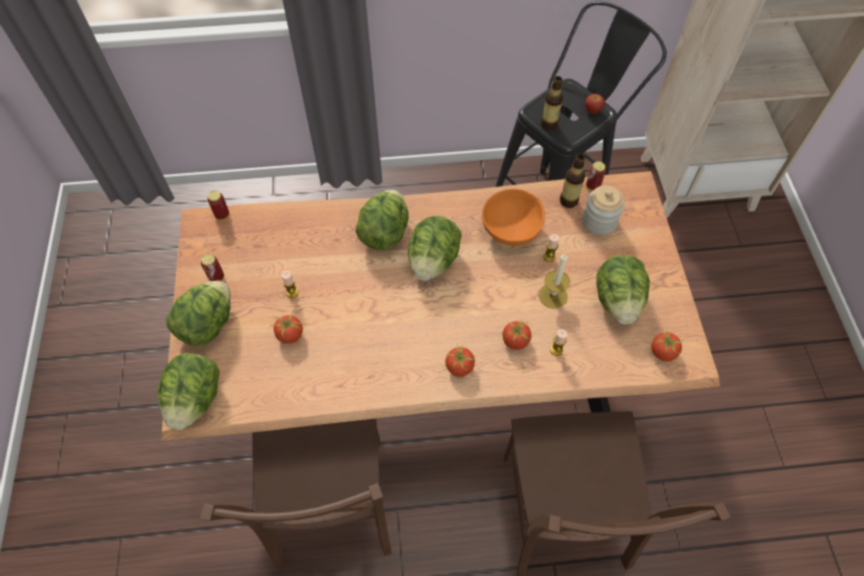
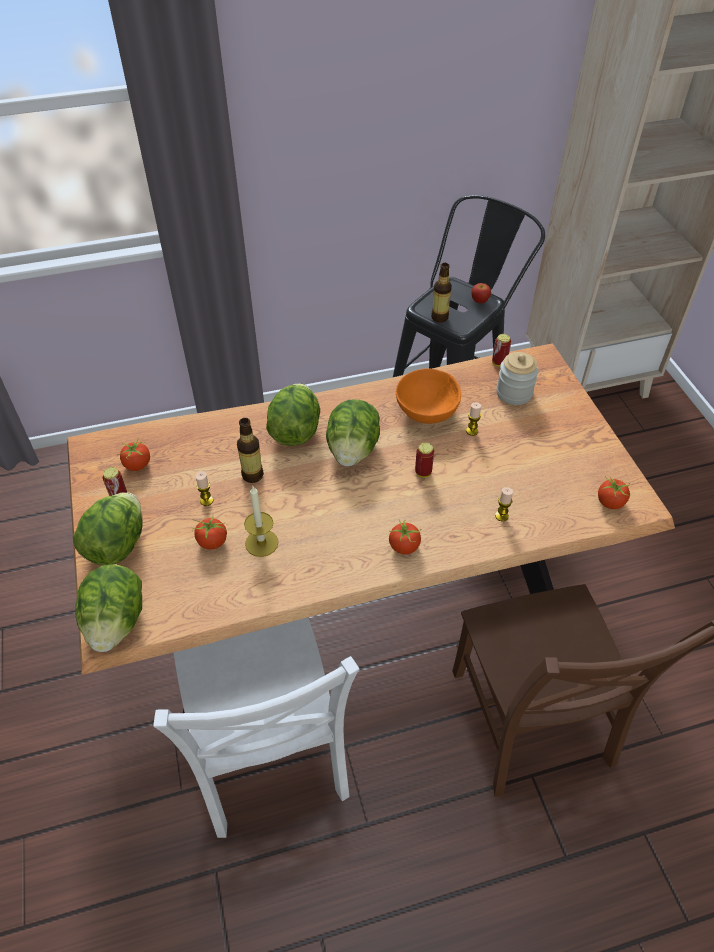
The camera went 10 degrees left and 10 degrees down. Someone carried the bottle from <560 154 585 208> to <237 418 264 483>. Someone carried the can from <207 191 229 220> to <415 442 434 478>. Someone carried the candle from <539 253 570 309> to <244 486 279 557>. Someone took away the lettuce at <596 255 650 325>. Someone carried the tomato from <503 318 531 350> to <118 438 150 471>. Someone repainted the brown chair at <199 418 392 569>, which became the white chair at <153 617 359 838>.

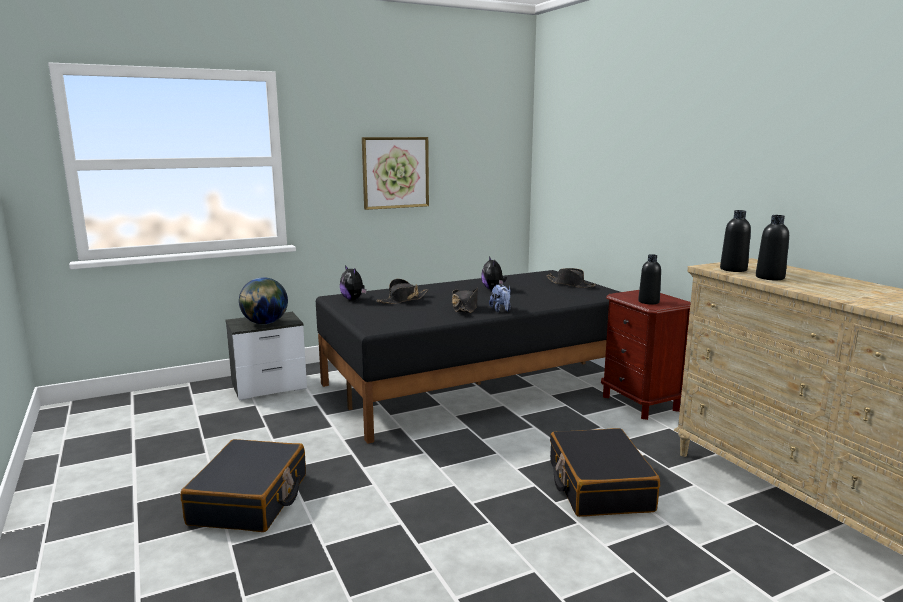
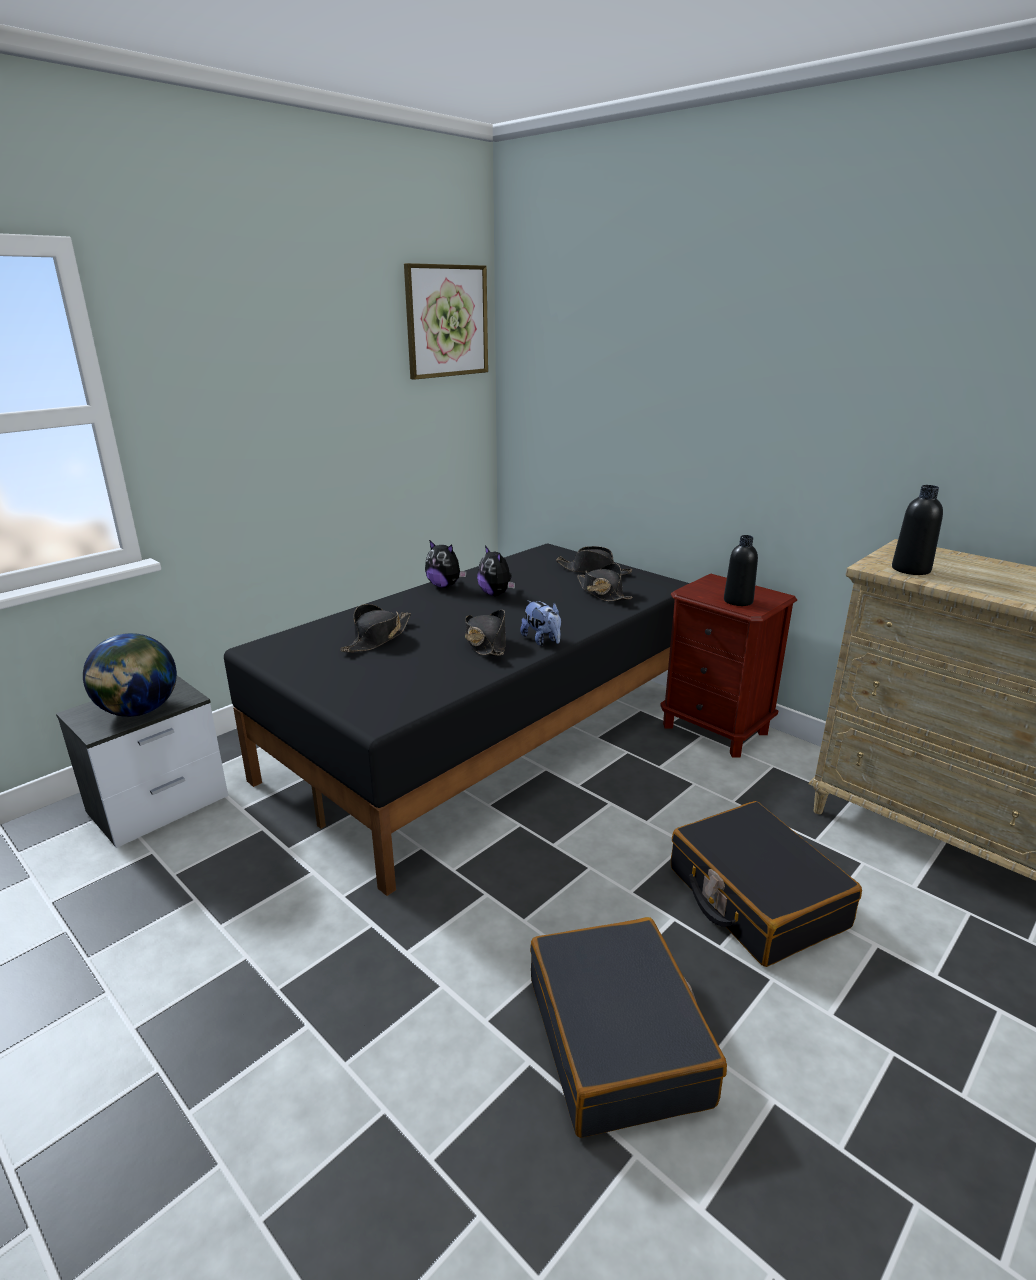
The camera went 20 degrees left and 10 degrees up. Someone carried the picture from <362 137 429 210> to <404 263 488 380>. Someone took away the black bottle at <756 215 789 280>. Someone carried the plush toy from <340 265 367 300> to <425 540 467 588>. Someone carried the black suitcase from <180 439 306 532> to <530 917 727 1138>. Someone put down the black hat at <577 563 632 602>.

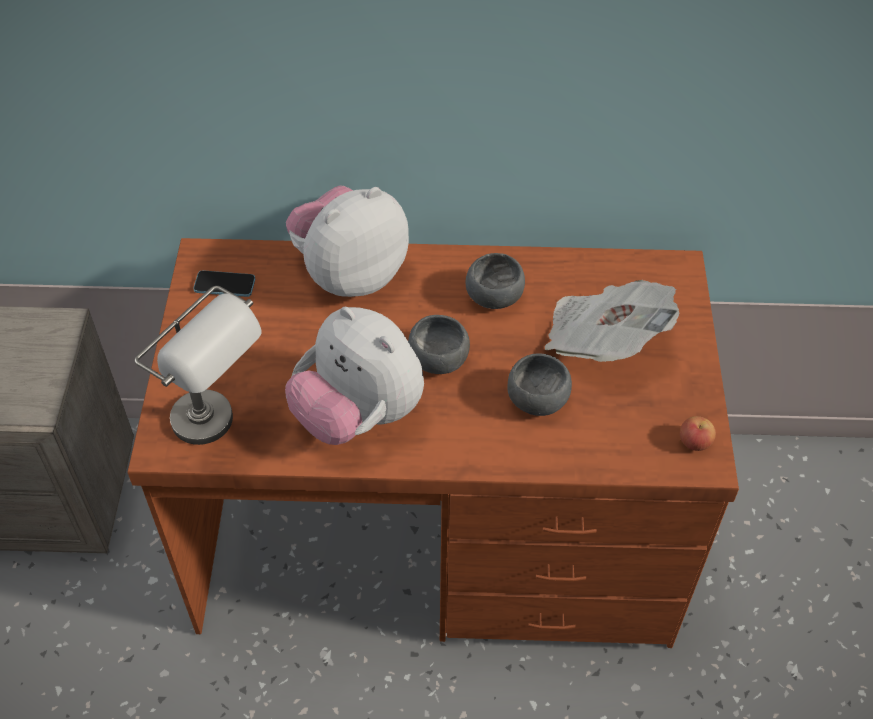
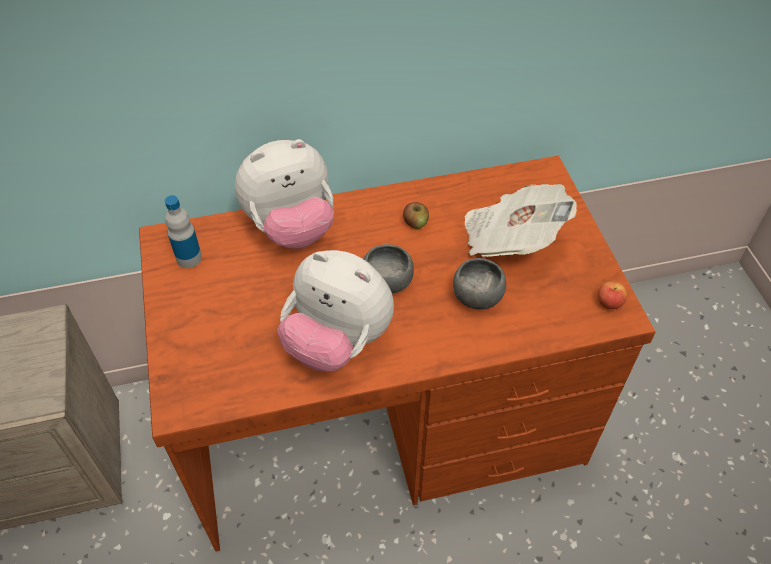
The camera went 15 degrees left and 0 degrees up. Someone rotated the plush toy at <286 185 409 297> by 150 degrees counterclockwise. Someone swapped the grey bowl at <466 253 525 309> for the apple at <403 202 429 229>. Someone swapped the phone at <193 270 255 297> for the bottle at <165 195 202 268>. Someone took away the grey table lamp at <135 286 262 445>.

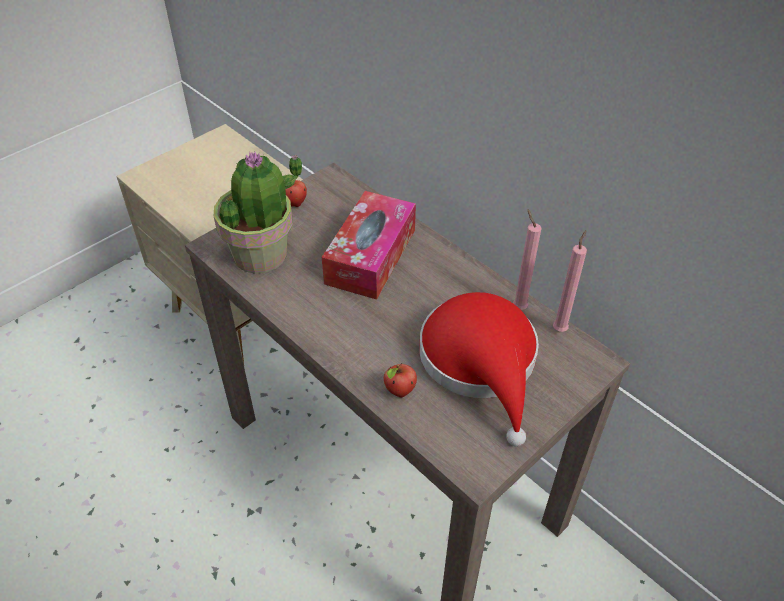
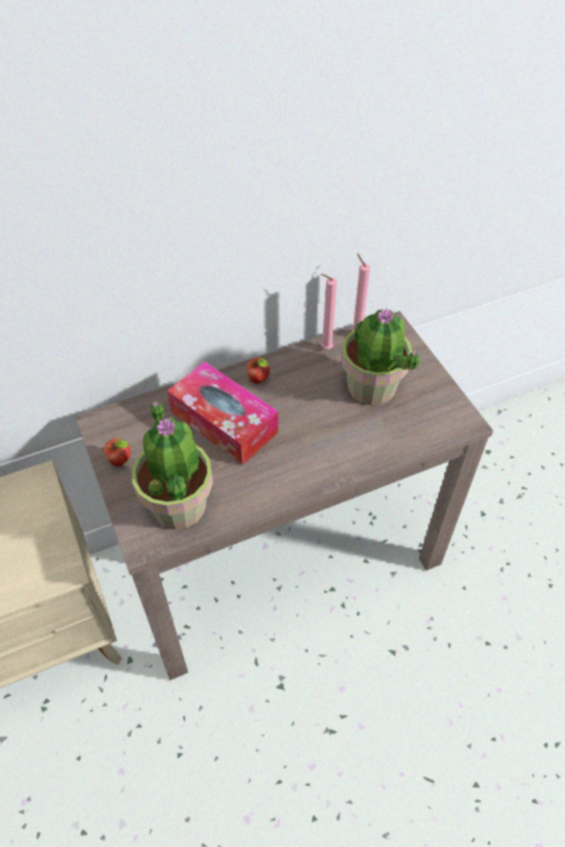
The camera went 70 degrees left and 5 degrees up. Someone swapped the red hat at <419 292 539 447> for the potted plant at <341 308 420 405>. Someone carried the apple from <384 363 417 398> to <246 357 270 384>.

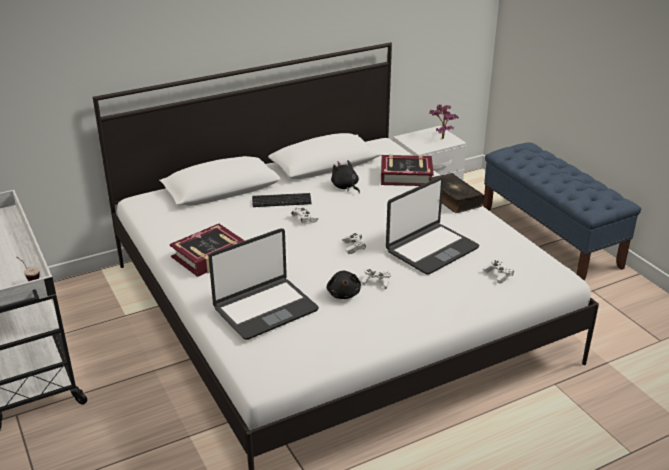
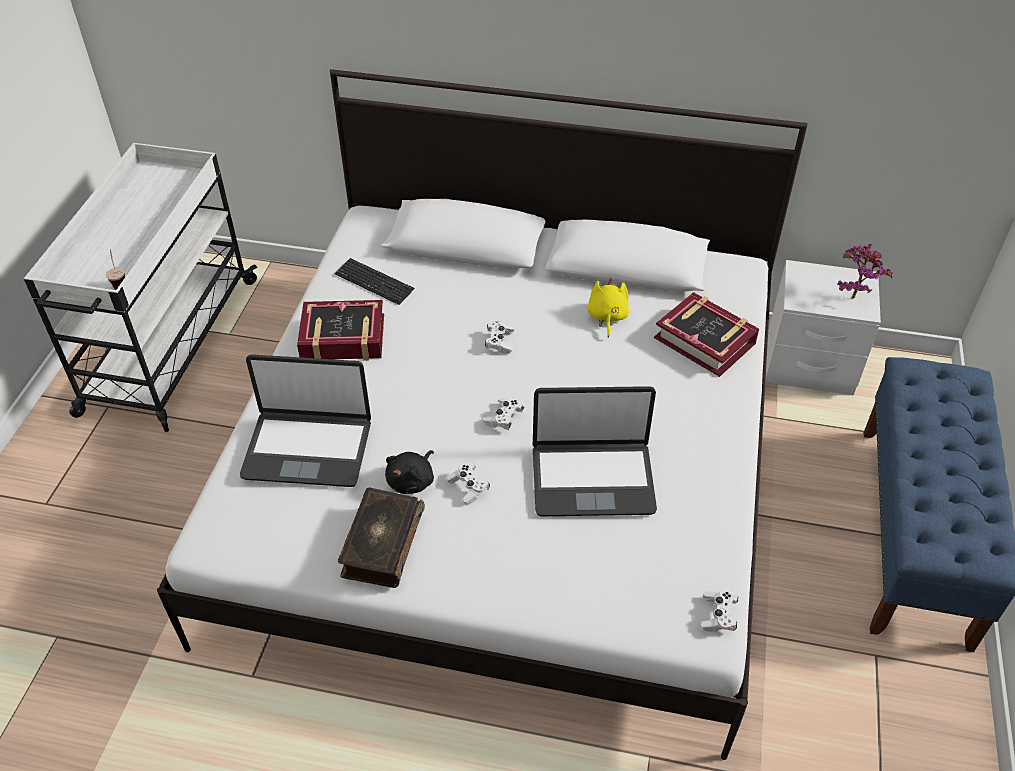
The camera went 40 degrees right and 15 degrees up. Someone repainted the black plush toy at <331 160 360 193>, which became the yellow plush toy at <587 278 629 338>. Someone carried the book from <428 173 485 213> to <338 487 425 588>. Someone carried the keyboard from <252 193 312 207> to <335 258 414 305>. Someone carried the white game controller from <483 259 514 284> to <701 589 738 632>.

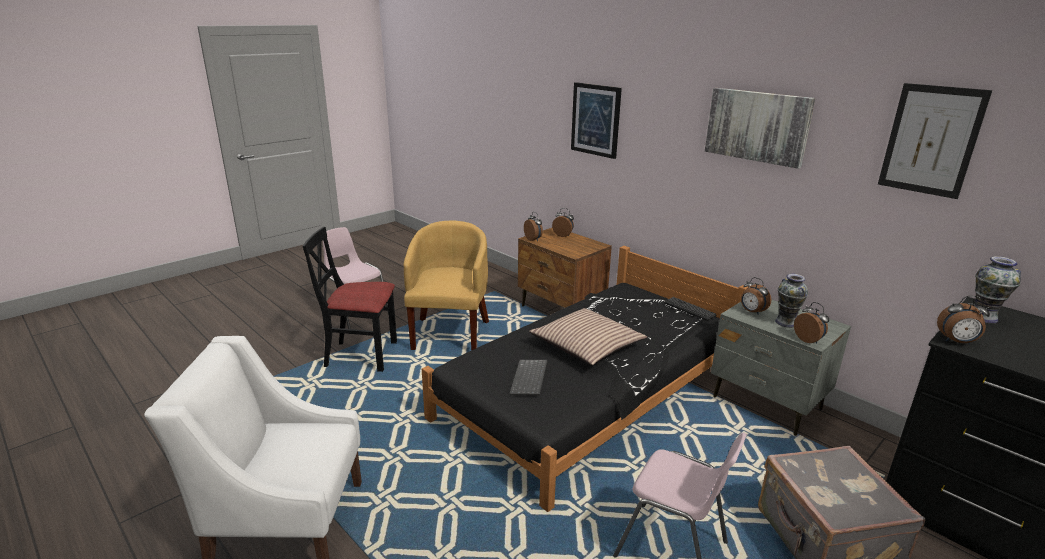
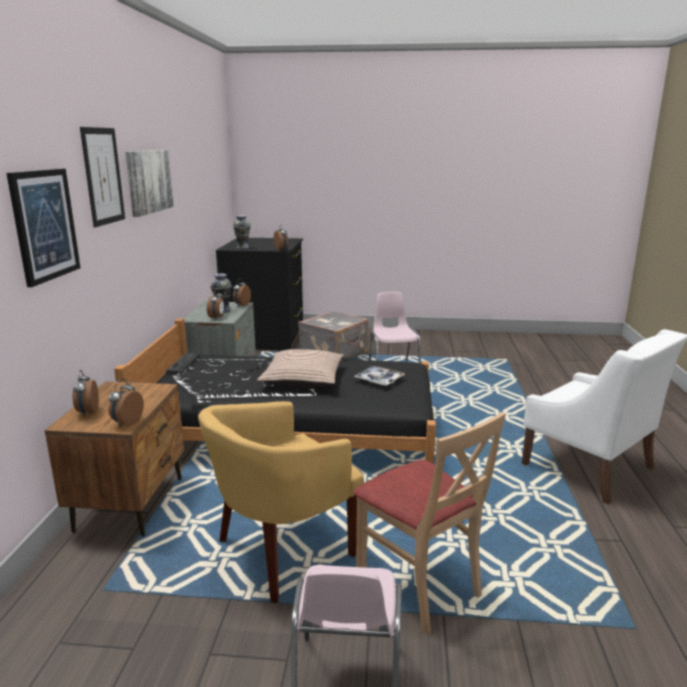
The camera went 130 degrees left and 5 degrees down. Someone carried the picture from <878 83 992 199> to <80 127 125 227>. Someone repainted the black chair at <303 227 397 372>, which became the beige chair at <354 412 506 635>. Someone swapped the keyboard at <509 360 548 396> for the tray at <354 366 405 386>.

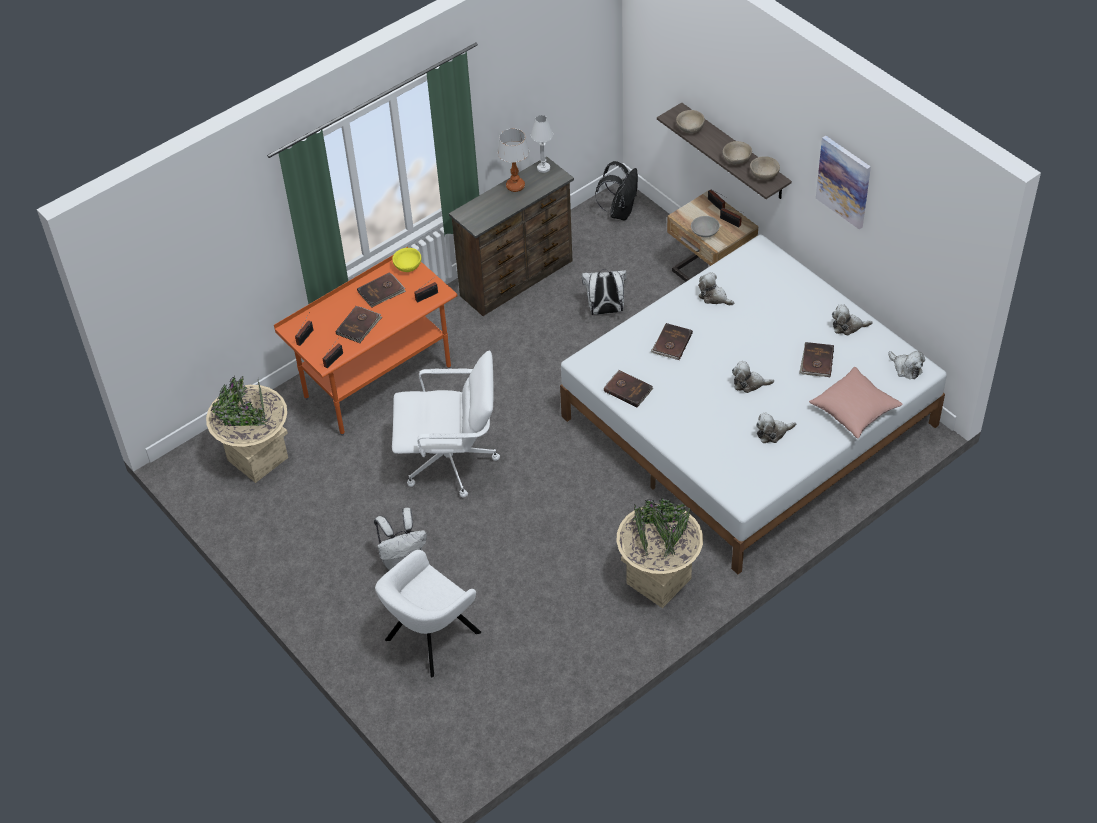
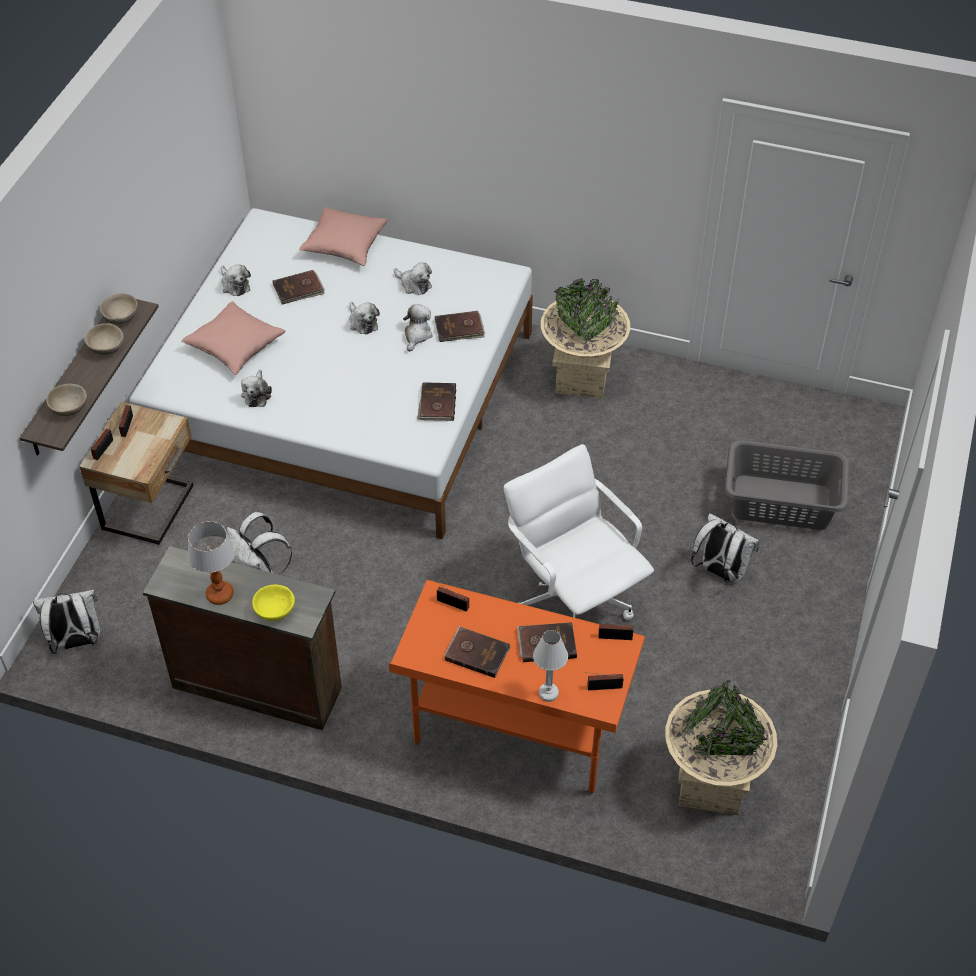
The camera went 125 degrees left and 0 degrees up. Someone carried the white table lamp from <531 115 553 173> to <533 630 568 702>. Someone took away the picture at <816 136 871 229>. Someone repainted the black backpack at <595 161 638 221>, which became the white backpack at <33 590 100 654>. Someone took away the grey bowl at <691 216 720 238>. Someone carried the yellow bowl from <392 248 421 272> to <252 585 295 621>. Someone carried the brown book from <651 323 693 360> to <435 311 485 342>. Someone carried the plush toy from <889 351 925 379> to <403 304 432 352>. Someone swapped the white armchair at <375 550 481 677> for the grey laundry basket at <725 440 849 530>. Someone put down the pink pillow at <181 301 286 375>.

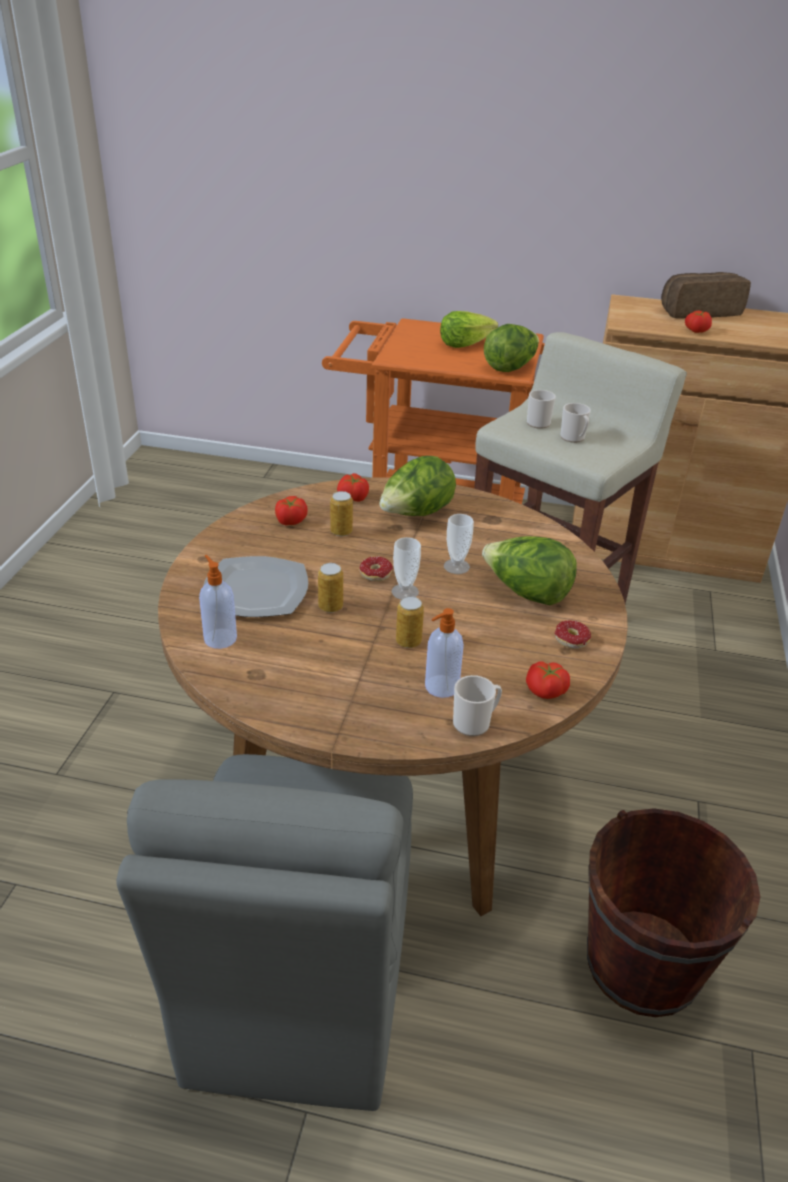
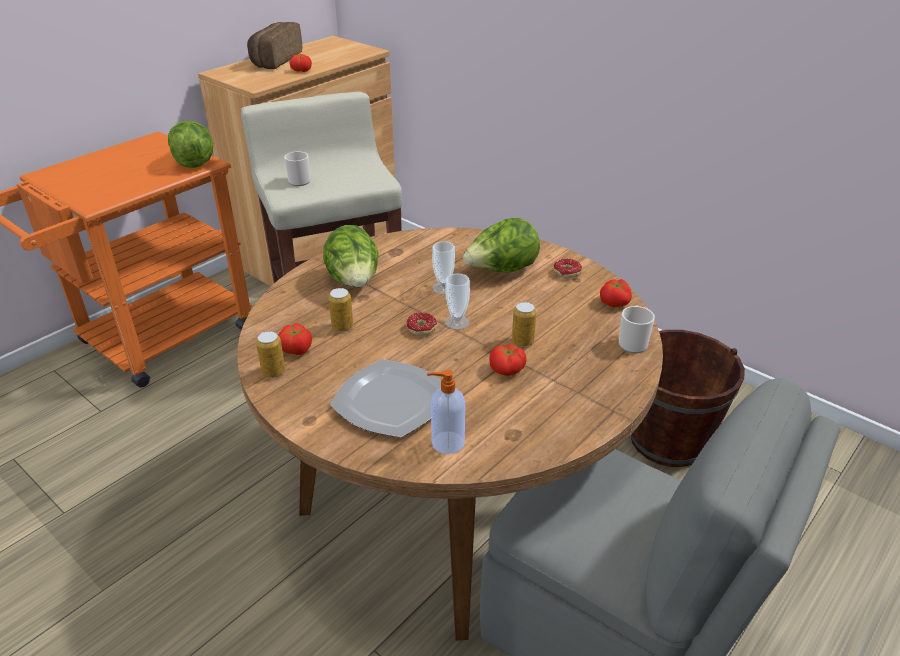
The camera went 60 degrees left and 0 degrees up. Someone took away the lettuce at <440 311 498 348>. Someone took away the mug at <560 403 591 443>. Someone carried the tomato from <337 473 369 502> to <489 344 527 376>. Someone carried the can from <318 563 343 613> to <256 331 285 378>. Someone took away the soap dispenser at <425 608 464 698>.

